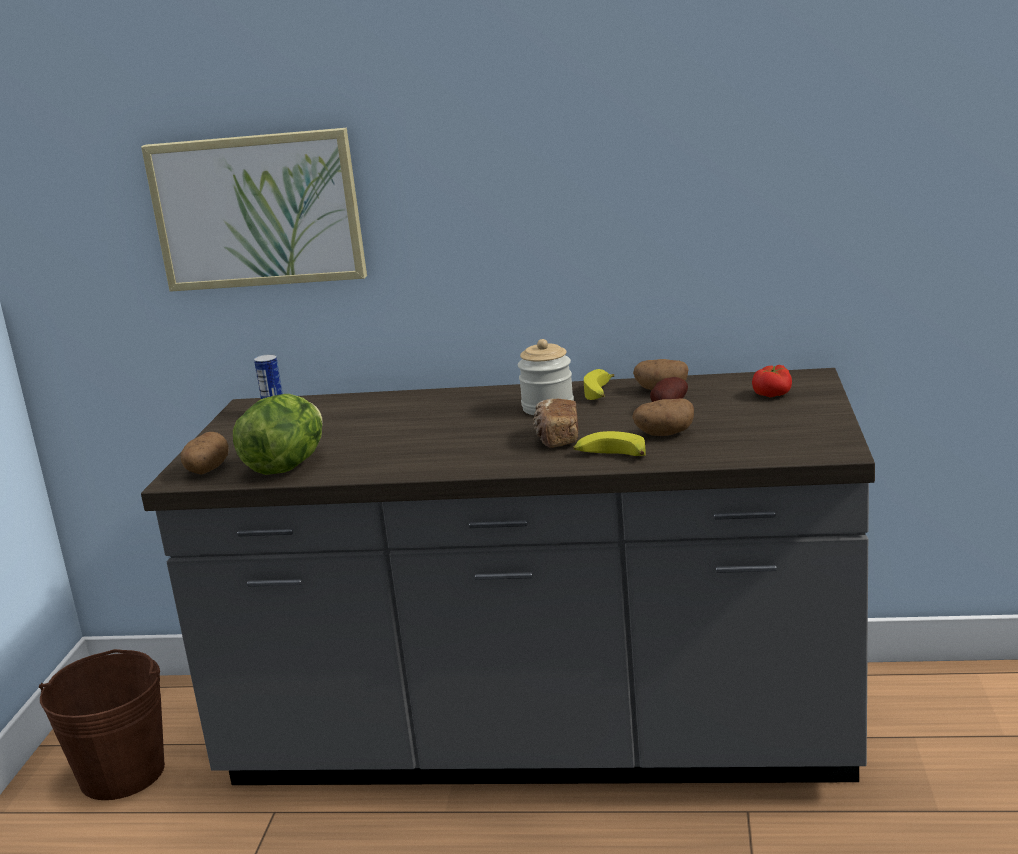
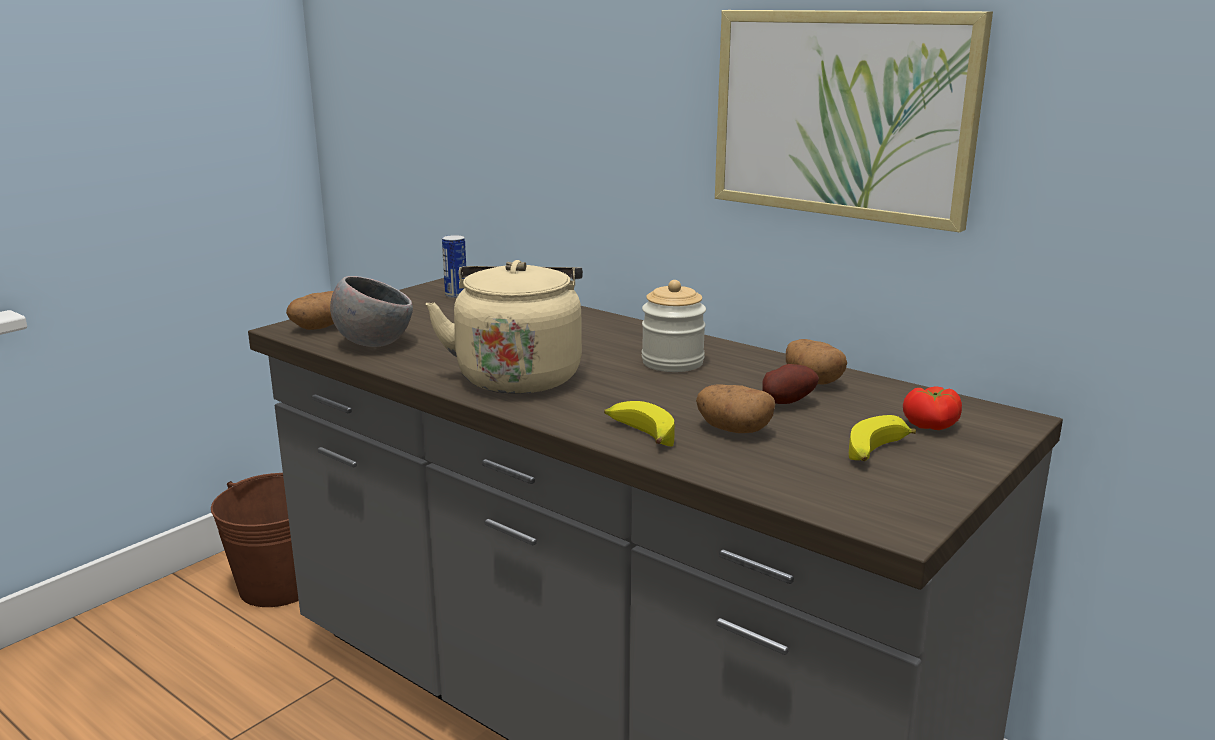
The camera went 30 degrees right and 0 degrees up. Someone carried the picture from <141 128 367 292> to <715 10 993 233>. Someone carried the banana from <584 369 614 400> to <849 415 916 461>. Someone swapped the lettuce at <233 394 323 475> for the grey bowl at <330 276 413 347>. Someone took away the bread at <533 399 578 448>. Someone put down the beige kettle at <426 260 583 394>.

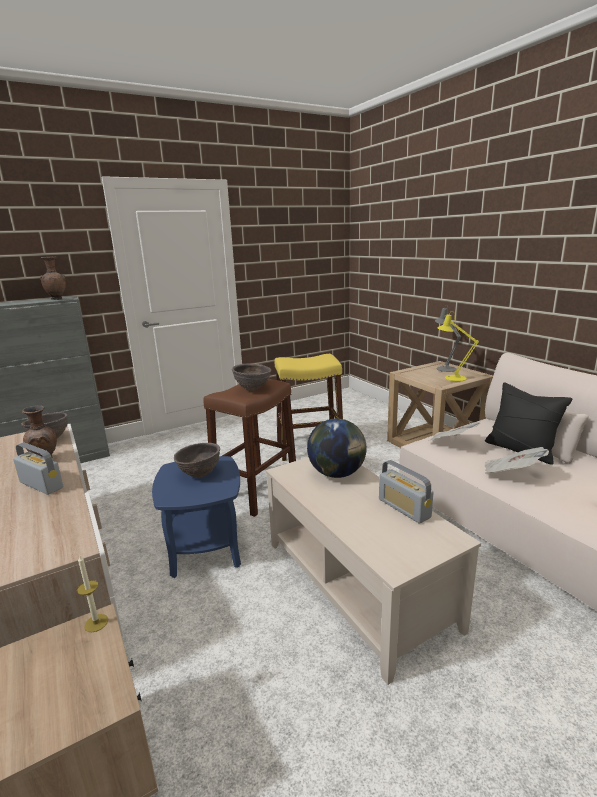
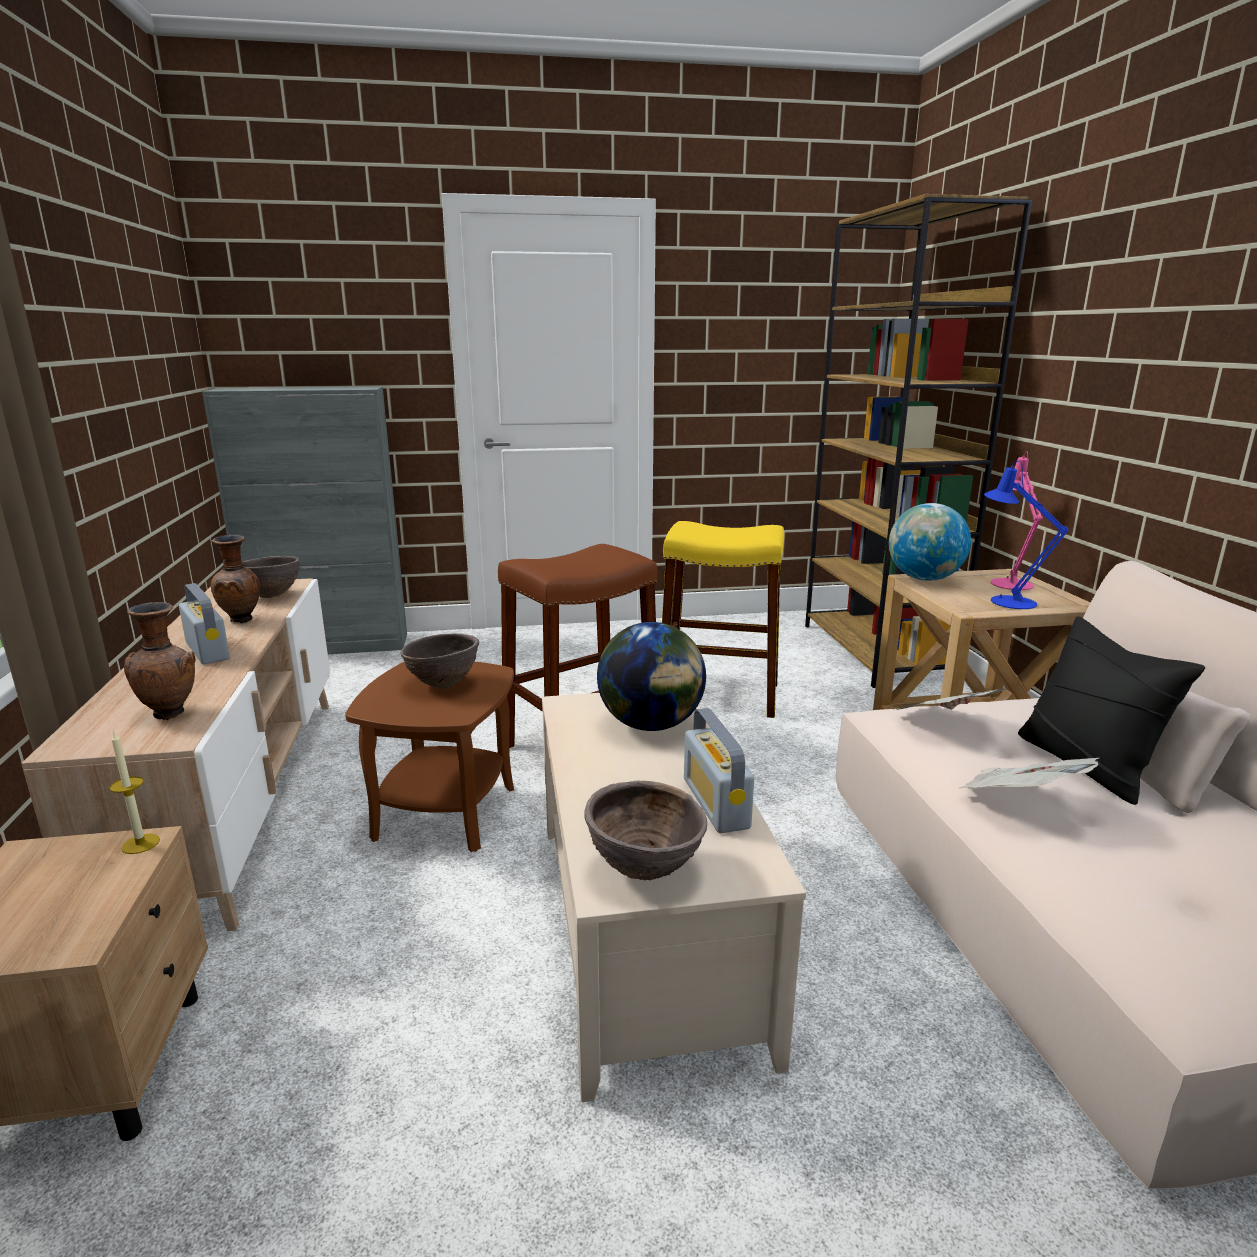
The camera went 20 degrees right and 0 degrees up. Someone carried the brown vase from <40 257 66 300> to <124 602 195 720>. Someone repainted the grey table lamp at <435 306 461 372>, which became the pink table lamp at <991 451 1043 590>. Someone repainted the yellow table lamp at <437 311 479 381>, which became the blue table lamp at <984 461 1069 609>. Someone carried the brown bowl from <232 363 271 391> to <585 781 707 881>. Someone repainted the blue side table at <152 456 241 578>, which became the brown side table at <345 661 514 852>. Someone put down the brown bookcase at <805 194 1032 688>. Someone put down the globe at <889 503 971 581>.

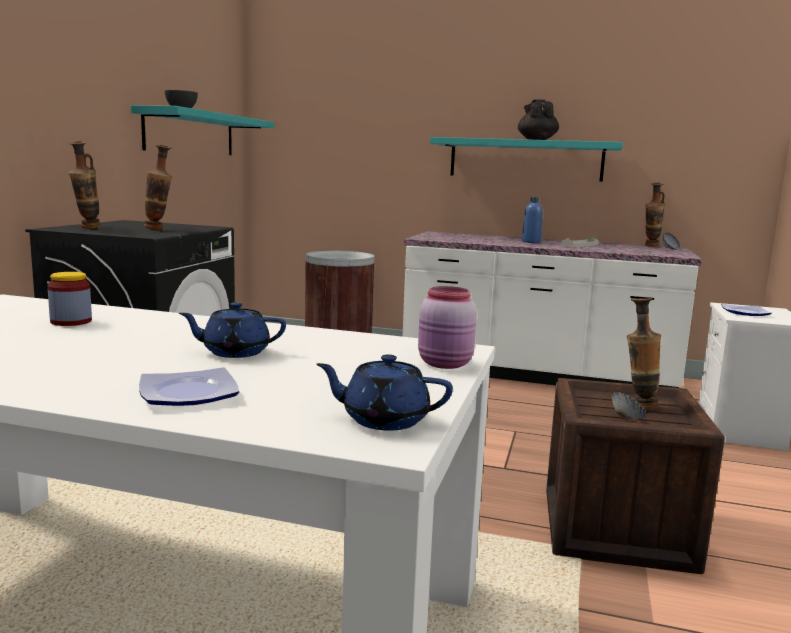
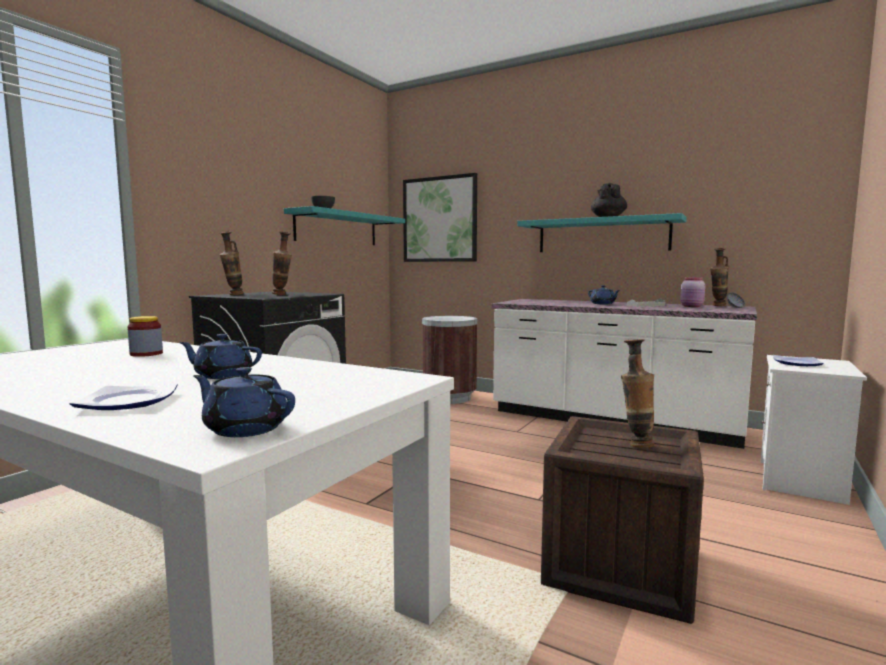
The camera went 15 degrees right and 5 degrees down. Someone swapped the blue bottle at <522 197 543 243> for the blue teapot at <588 285 620 304>. Someone carried the pink jar from <418 286 477 369> to <680 277 705 307>. Someone took away the bowl at <612 392 647 420>. Someone put up the picture at <403 173 477 262>.

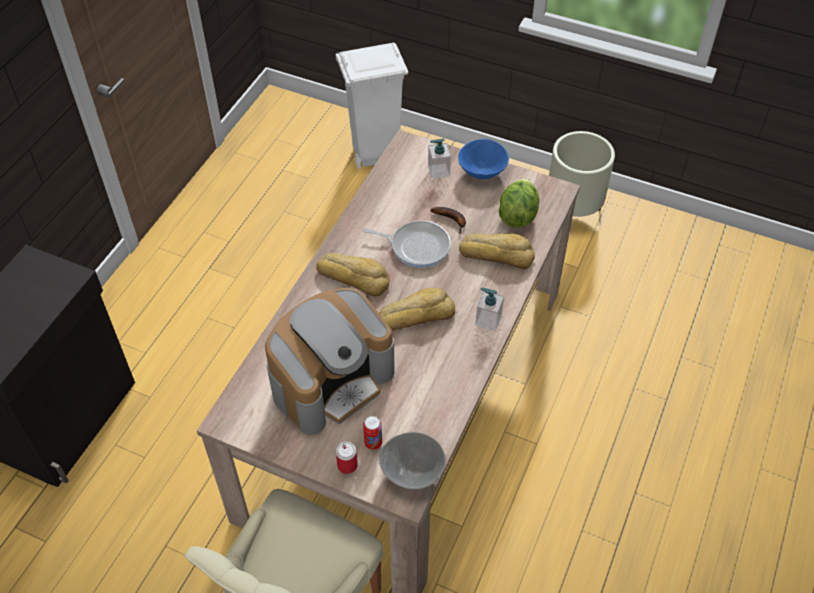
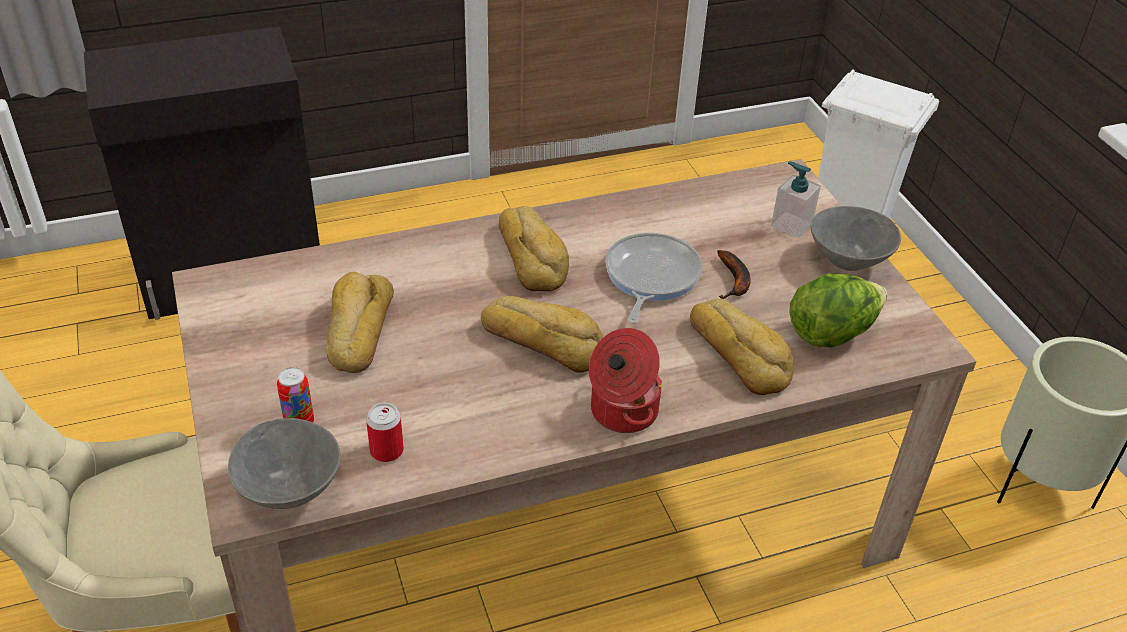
The camera went 45 degrees right and 10 degrees down. Someone repainted the blue bowl at <458 139 509 179>, which became the grey bowl at <811 206 901 271>. Someone rotated the frying pan at <363 220 451 268> by 135 degrees counterclockwise. Someone swapped the coffee machine at <265 288 395 435> for the bread at <326 272 394 373>. Someone swapped the soap dispenser at <475 288 504 331> for the cooking pot at <589 328 662 433>. Someone carried the can from <336 442 358 474> to <366 403 404 462>.

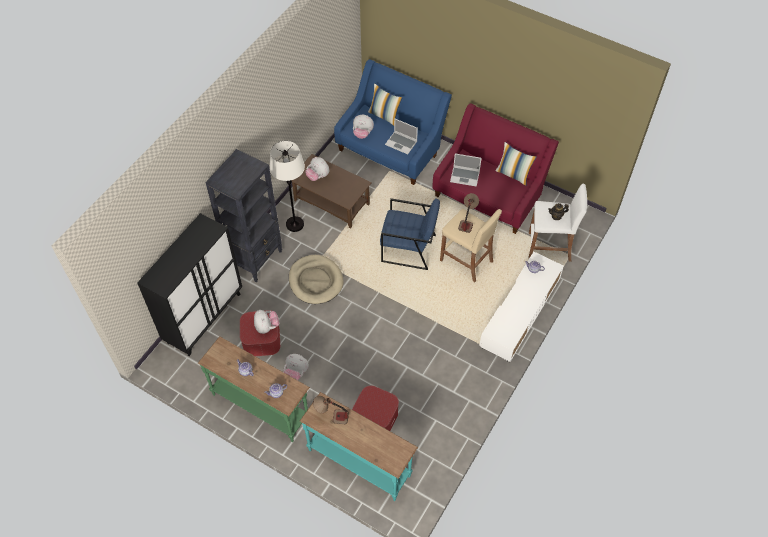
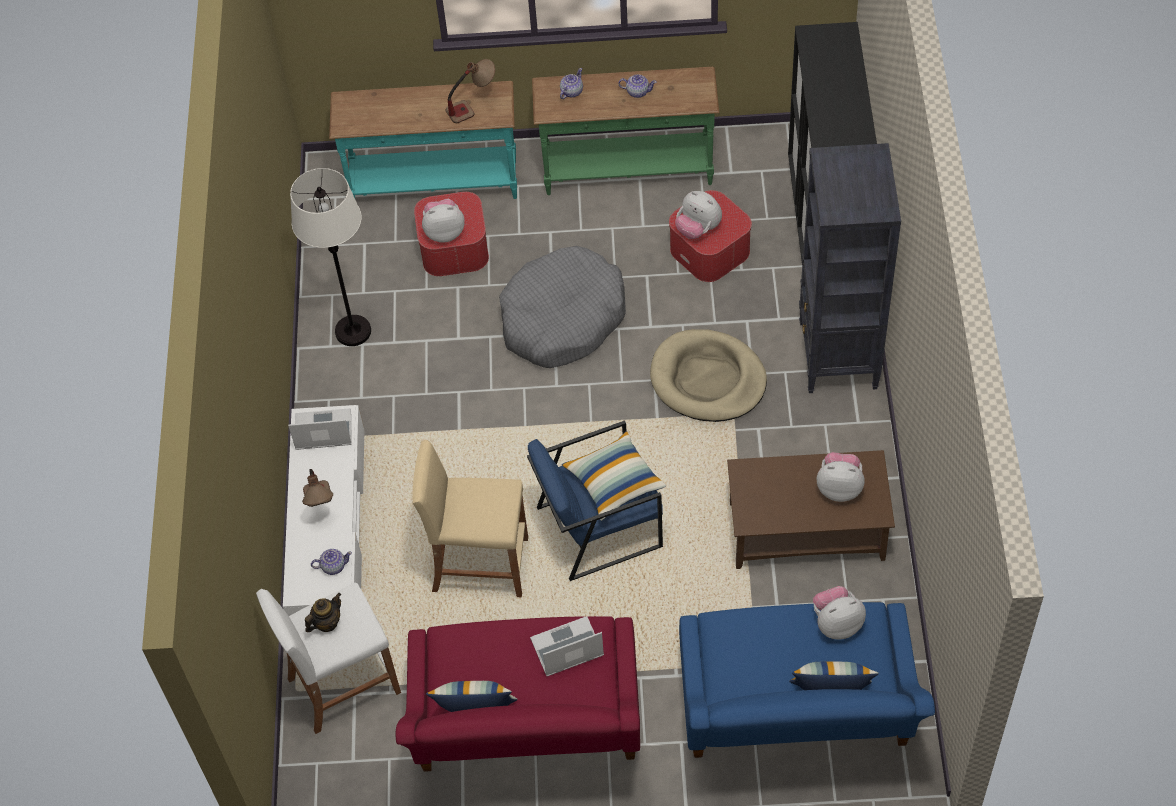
The camera went 150 degrees right and 0 degrees up. Someone carried the laptop from <385 118 418 154> to <288 408 352 450>. Someone carried the white floor lamp from <269 141 305 232> to <290 168 371 346>. Someone carried the table lamp from <458 193 479 233> to <302 469 333 507>. Someone carried the plush toy from <284 354 309 380> to <422 199 465 243>. Someone put down the grey dog bed at <499 246 626 368>. Someone put down the pillow at <562 431 667 521>.

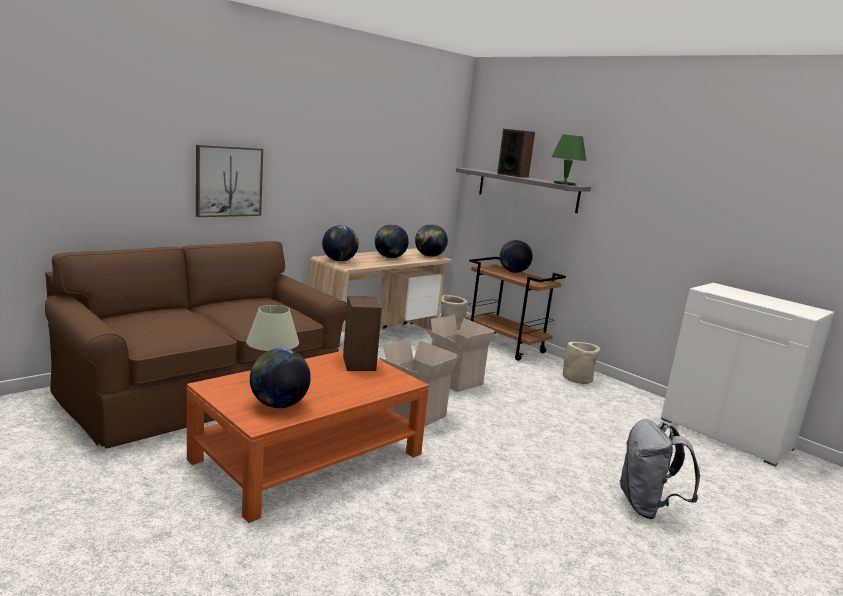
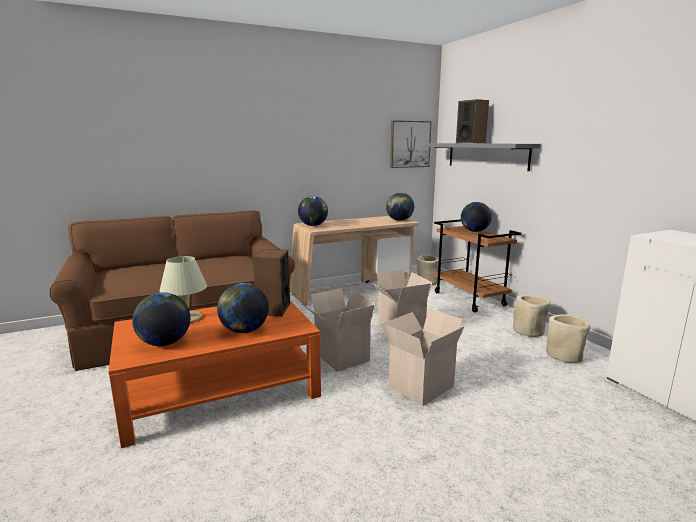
The camera went 20 degrees right and 0 degrees up. Someone took away the green table lamp at <552 134 586 186>. Someone carried the picture from <196 145 263 217> to <390 120 432 168>. Someone carried the globe from <375 224 409 258> to <217 283 269 333>. Someone took away the grey backpack at <619 419 700 519>. Someone put down the cardboard box at <380 308 465 406>. Someone put down the beige planter at <546 314 591 363>.

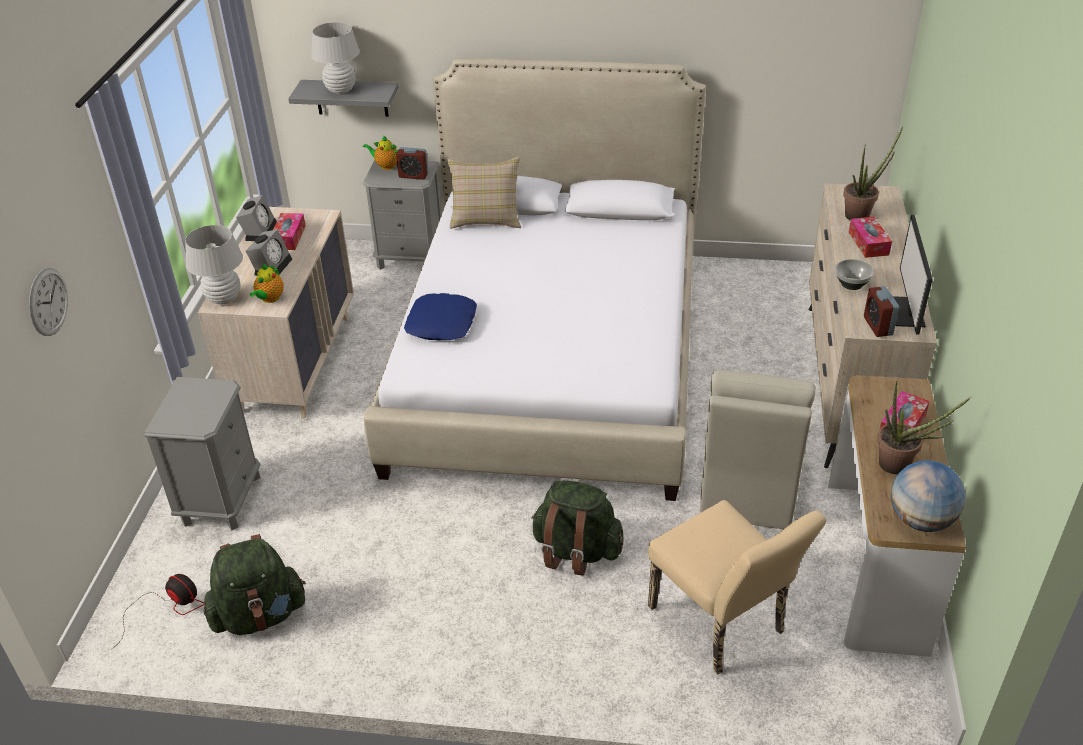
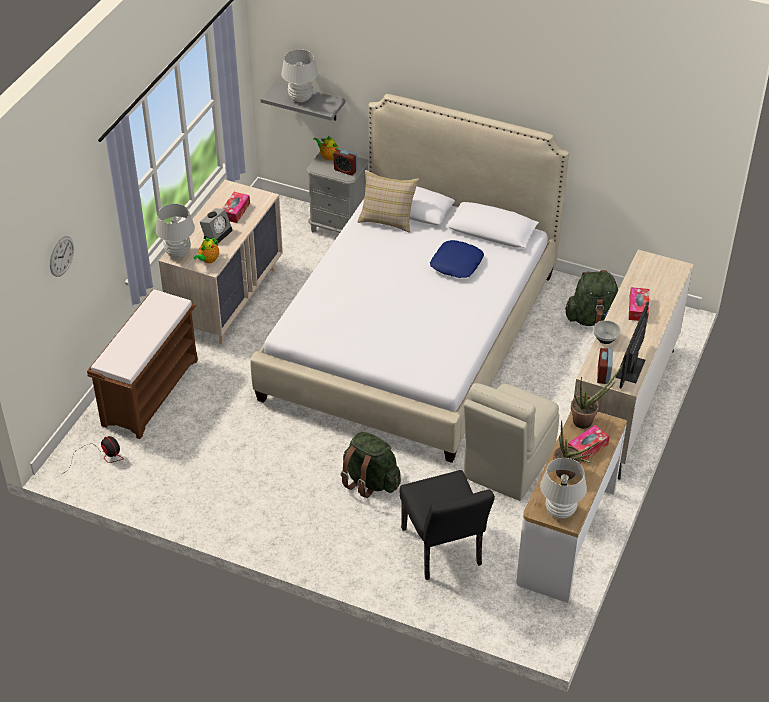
The camera went 15 degrees right and 5 degrees up. Someone carried the potted plant from <843 126 903 221> to <571 365 622 429>. Someone took away the alarm clock at <236 195 277 241>. Someone carried the blue pillow from <404 293 477 341> to <430 240 484 278>. Someone swapped the grey nightstand at <144 377 260 530> for the brown bench at <87 289 198 439>. Someone swapped the globe at <891 460 966 532> for the white table lamp at <540 458 587 519>. Someone repainted the beige chair at <648 500 826 674>, which became the black chair at <399 470 495 580>. Someone carried the green backpack from <203 534 306 635> to <566 270 618 326>.

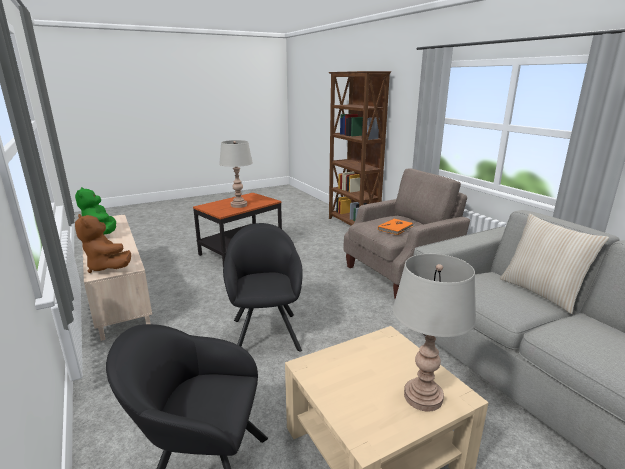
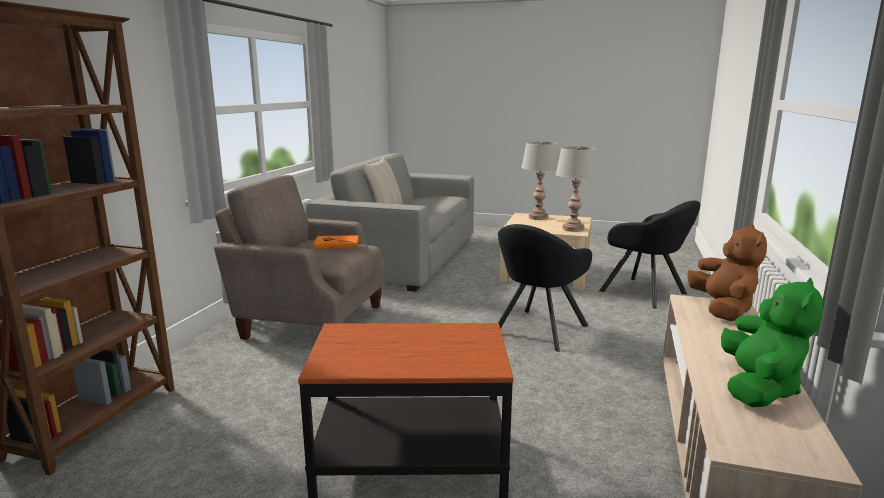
The camera went 135 degrees left and 5 degrees down. Someone carried the grey table lamp from <219 140 253 208> to <556 146 599 232>.

